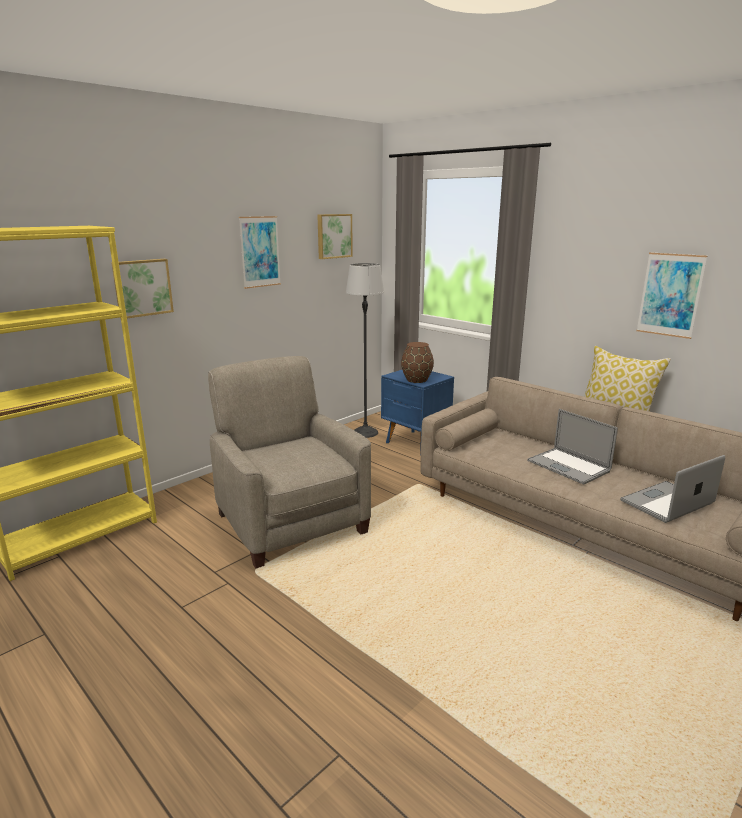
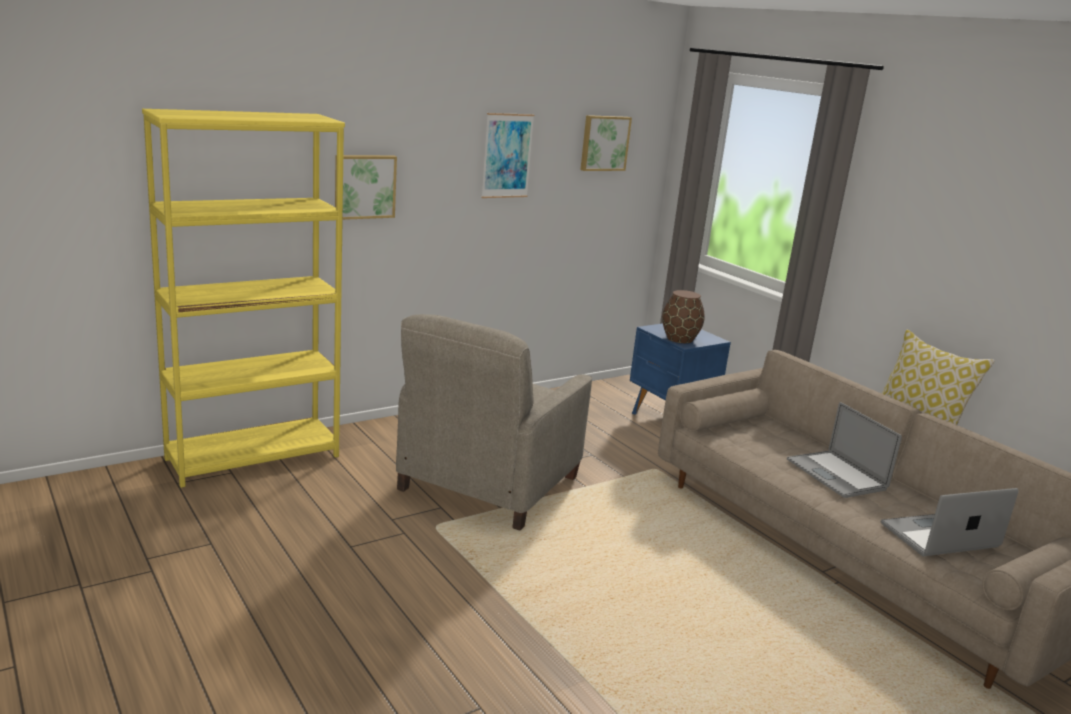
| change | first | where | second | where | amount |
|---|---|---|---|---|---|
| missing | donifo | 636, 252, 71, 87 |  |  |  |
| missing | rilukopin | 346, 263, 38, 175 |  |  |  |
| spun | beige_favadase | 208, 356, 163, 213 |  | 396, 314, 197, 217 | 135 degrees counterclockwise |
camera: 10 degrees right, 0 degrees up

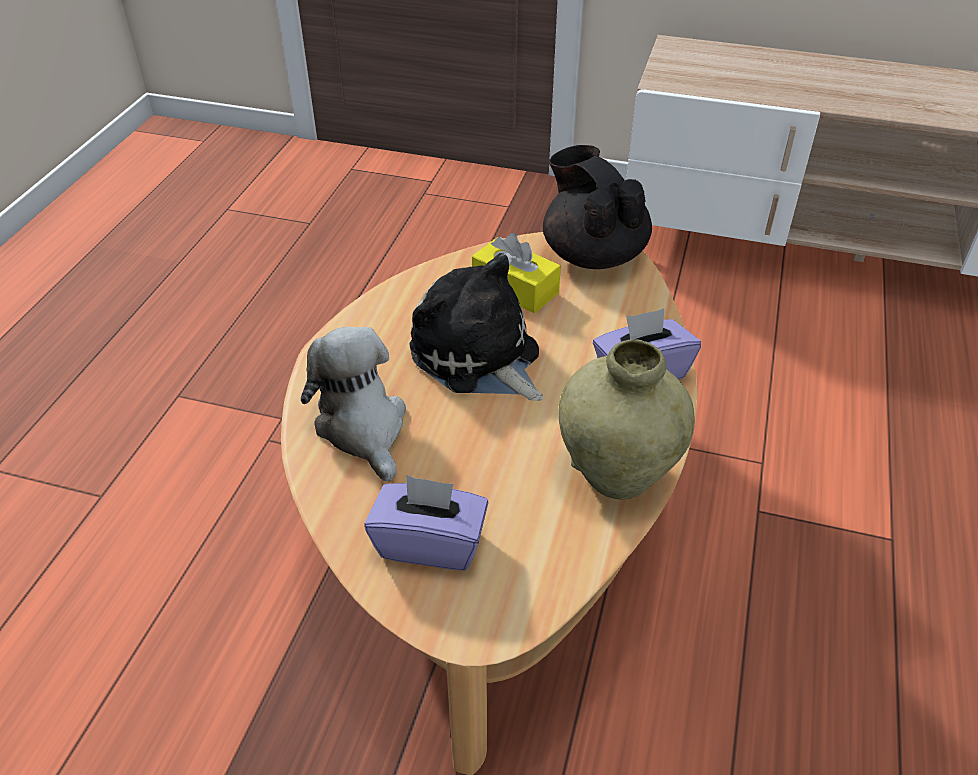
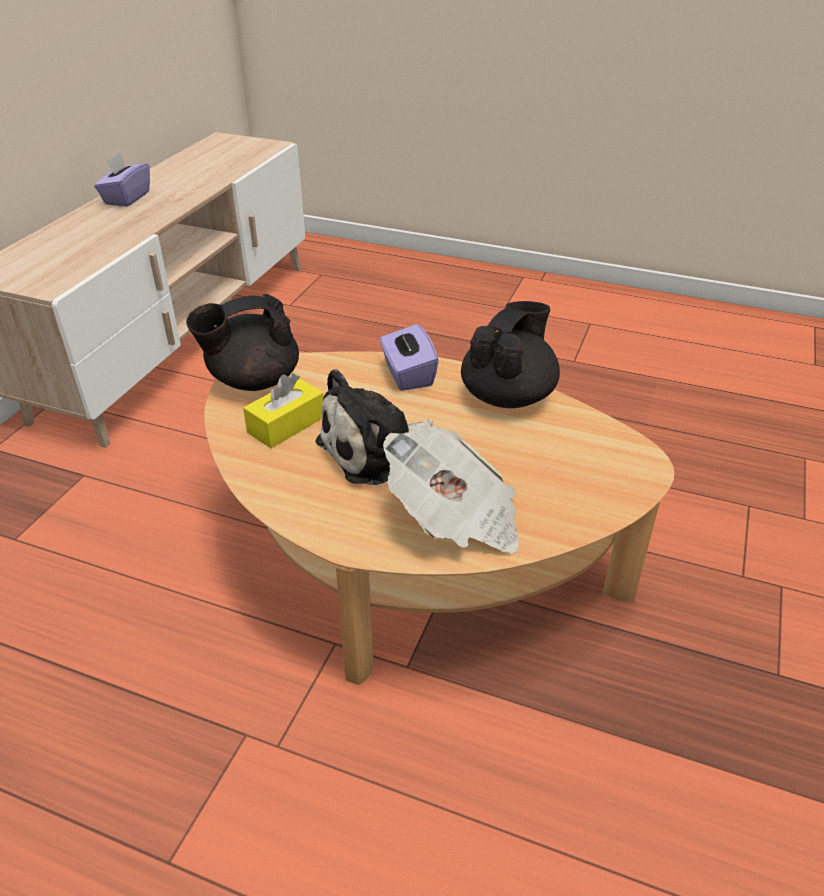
| change | first | where | second | where | amount |
|---|---|---|---|---|---|
| exchanged | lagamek | 301, 327, 105, 155 | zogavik | 383, 426, 136, 127 |  |
| exchanged | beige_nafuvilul | 558, 339, 137, 161 | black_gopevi | 461, 301, 99, 107 |  |
| relocated | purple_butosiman | 364, 475, 124, 95 |  | 94, 153, 56, 54 |  |
camera: 85 degrees left, 5 degrees down

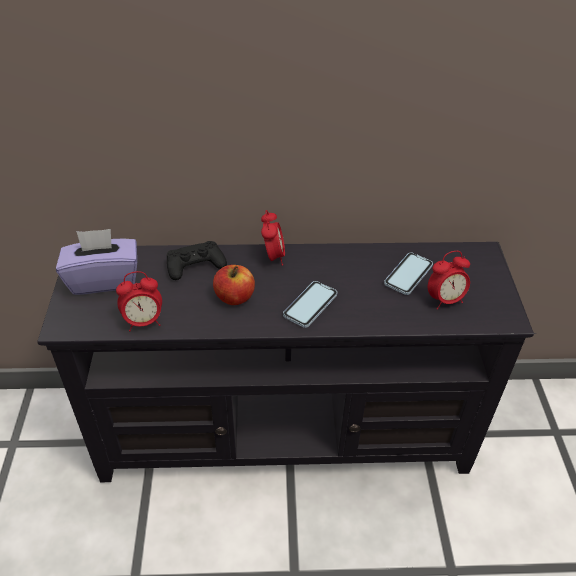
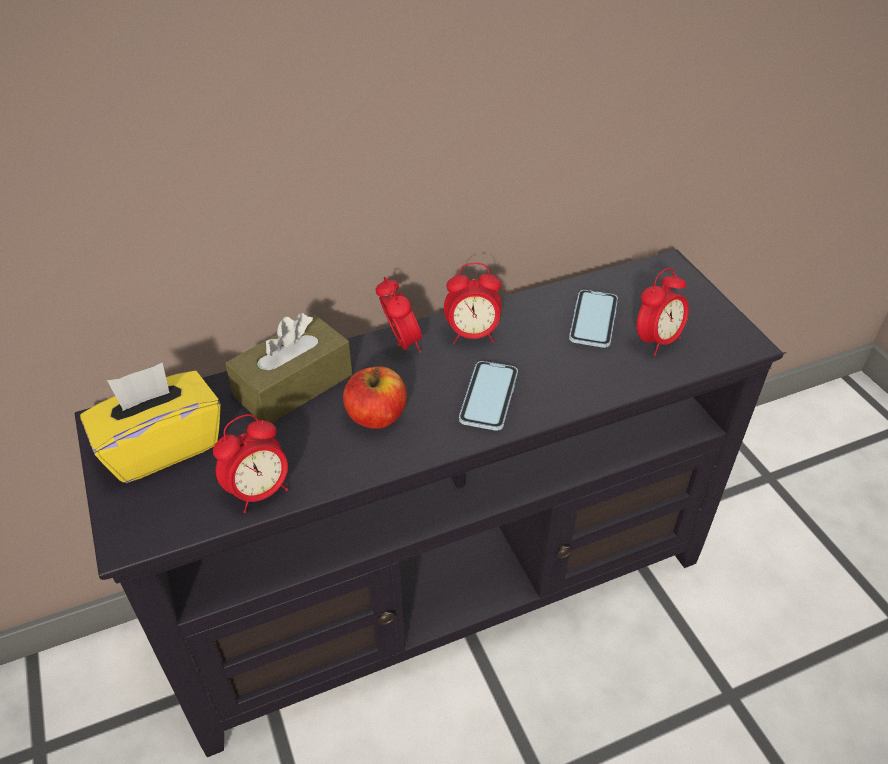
| change | first | where | second | where | amount |
|---|---|---|---|---|---|
| colour | purple_butosiman | 56, 229, 81, 66 | yellow_butosiman | 80, 363, 141, 120 |  |
| exchanged | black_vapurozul | 167, 241, 60, 39 | brown_butosiman | 225, 313, 127, 110 |  |
| appeared |  |  | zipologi | 444, 263, 58, 81 |  |
camera: 20 degrees left, 0 degrees up

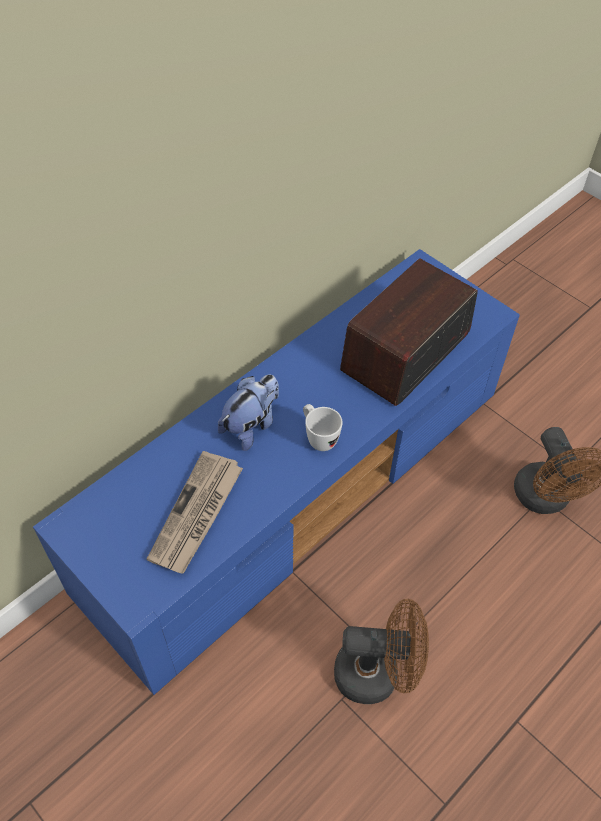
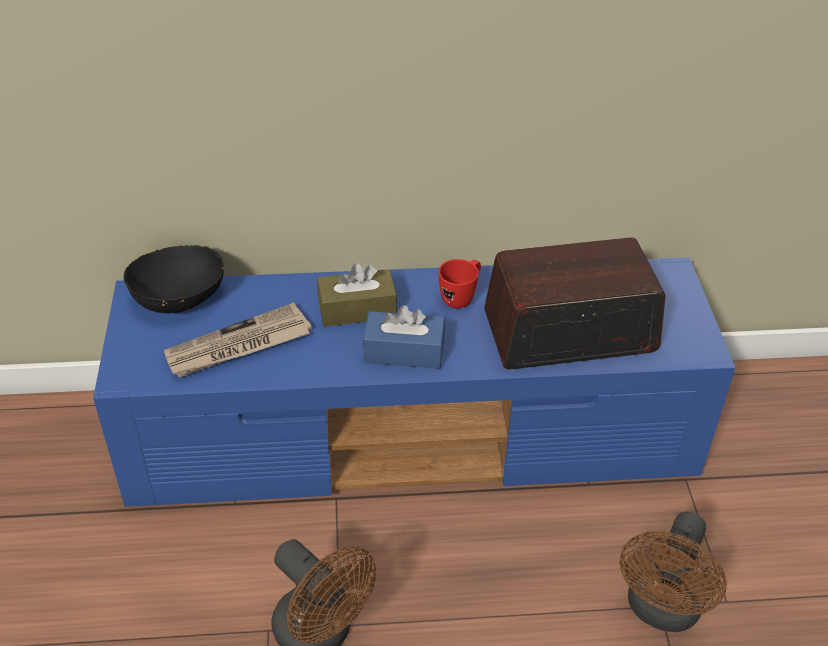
| change | first | where | second | where | amount |
|---|---|---|---|---|---|
| exchanged | lagamek | 218, 374, 61, 77 | brown_butosiman | 317, 263, 80, 64 |  |
| exchanged | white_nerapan | 303, 404, 39, 47 | blue_butosiman | 363, 305, 82, 64 |  |
| appeared |  |  | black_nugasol | 124, 245, 100, 68 |  |
| appeared |  |  | red_nerapan | 439, 259, 42, 49 |  |
camera: 40 degrees right, 10 degrees down

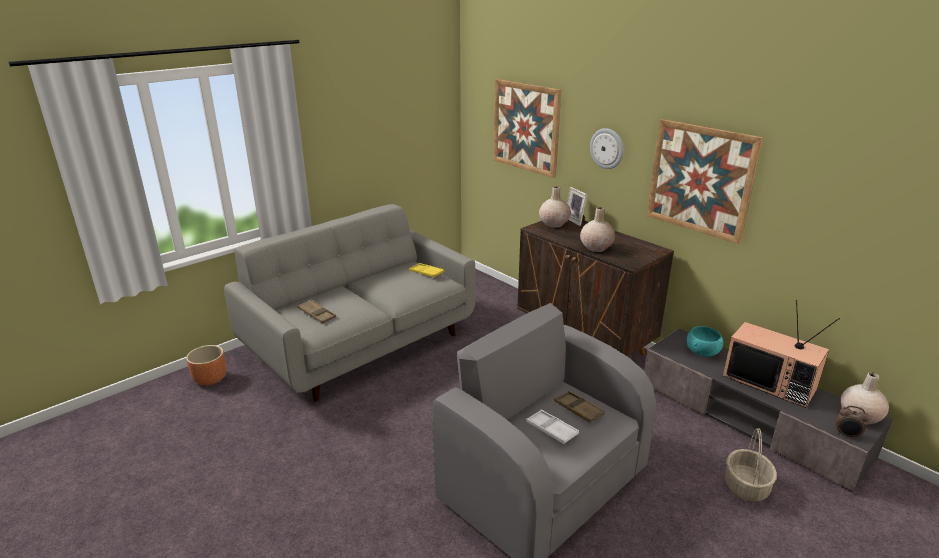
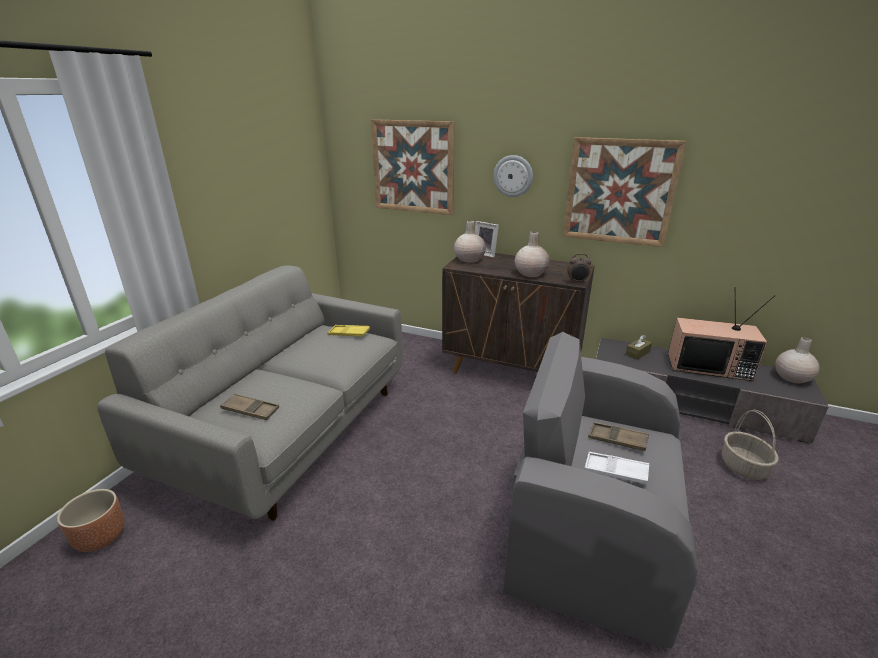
| change | first | where | second | where | amount |
|---|---|---|---|---|---|
| exchanged | turquoise_nugasol | 686, 326, 37, 31 | brown_butosiman | 625, 335, 27, 25 |  |
| relocated | zipologi | 836, 406, 33, 33 |  | 567, 254, 24, 29 |  |
camera: 25 degrees left, 0 degrees up

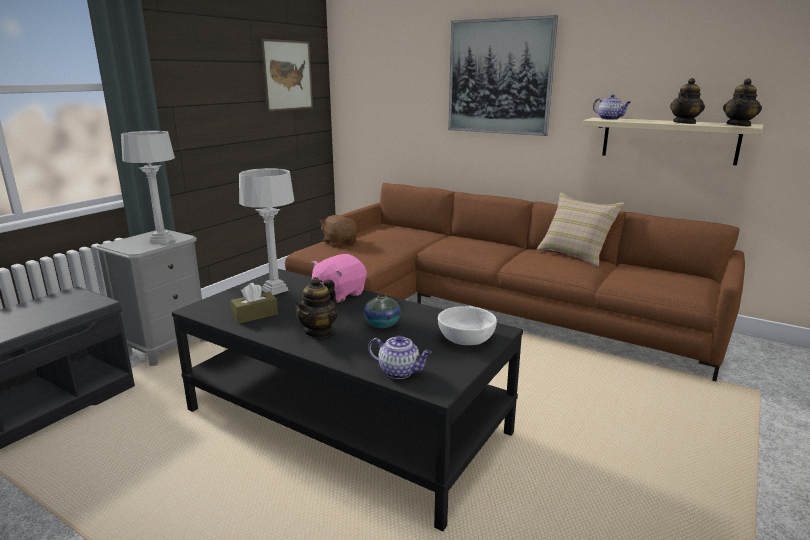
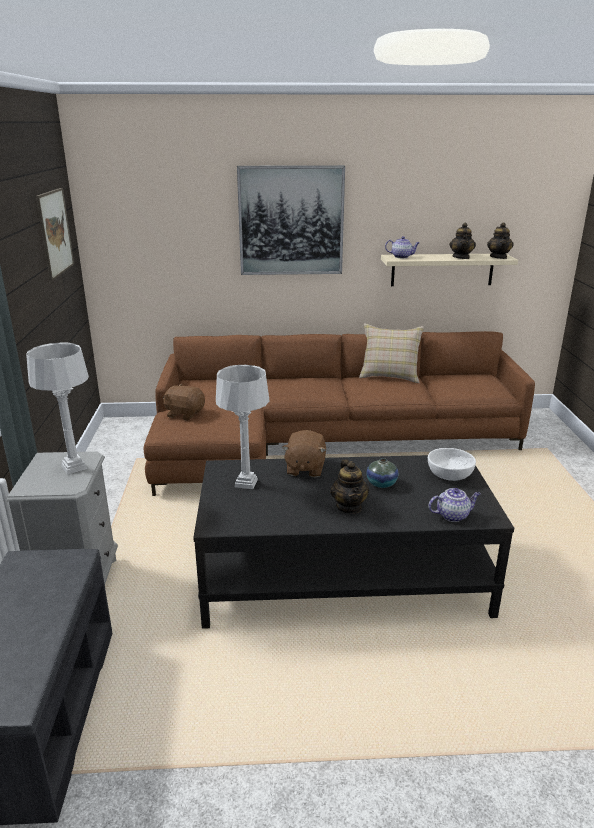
| change | first | where | second | where | amount |
|---|---|---|---|---|---|
| colour | pink_lagamek | 311, 254, 56, 49 | brown_lagamek | 282, 430, 44, 47 |  |
| missing | brown_butosiman | 230, 283, 48, 41 |  |  |  |
camera: 35 degrees left, 5 degrees up

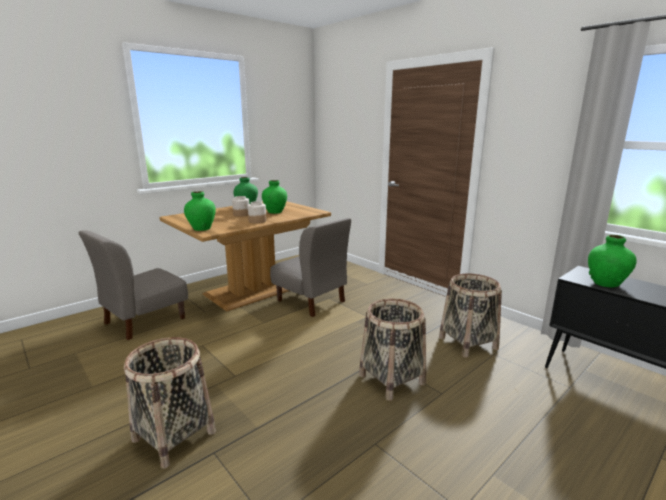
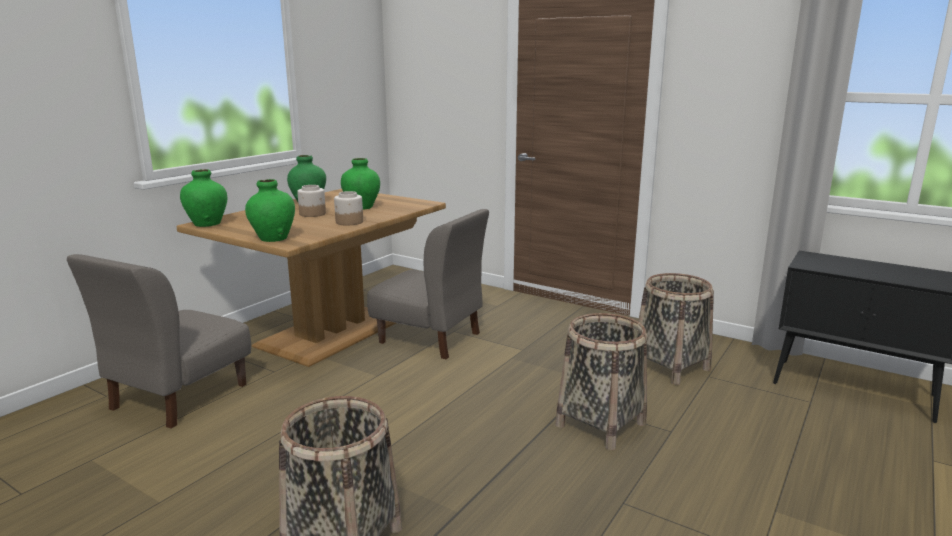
| change | first | where | second | where | amount |
|---|---|---|---|---|---|
| relocated | green_nafuvilul | 588, 235, 49, 52 |  | 180, 169, 47, 58 |  |
camera: 15 degrees left, 0 degrees up

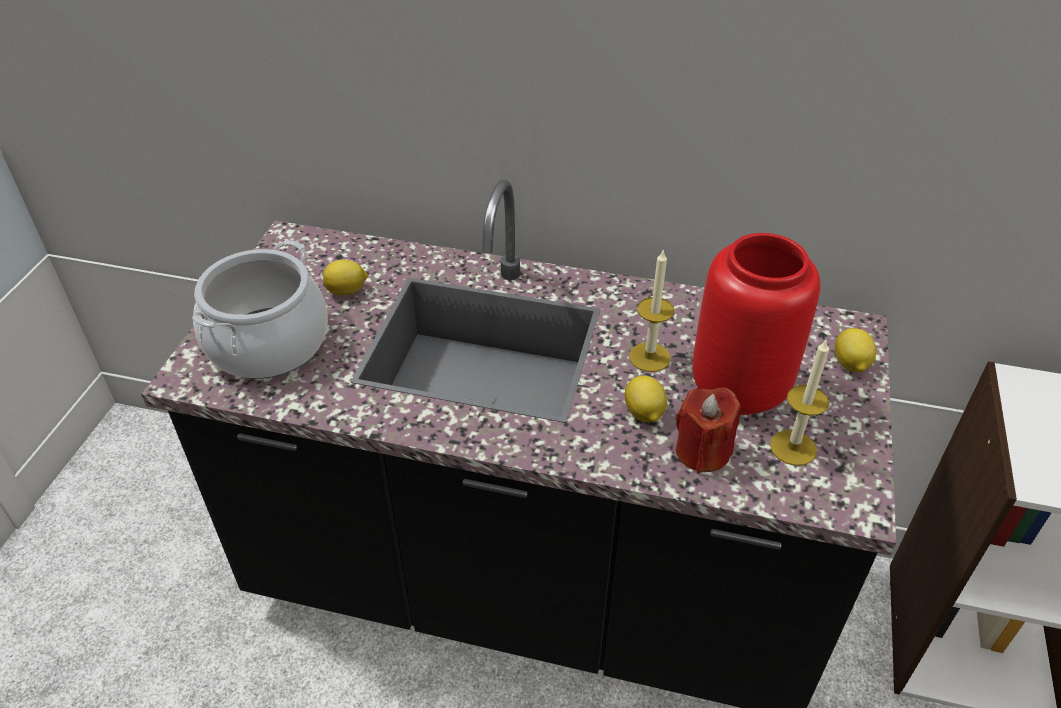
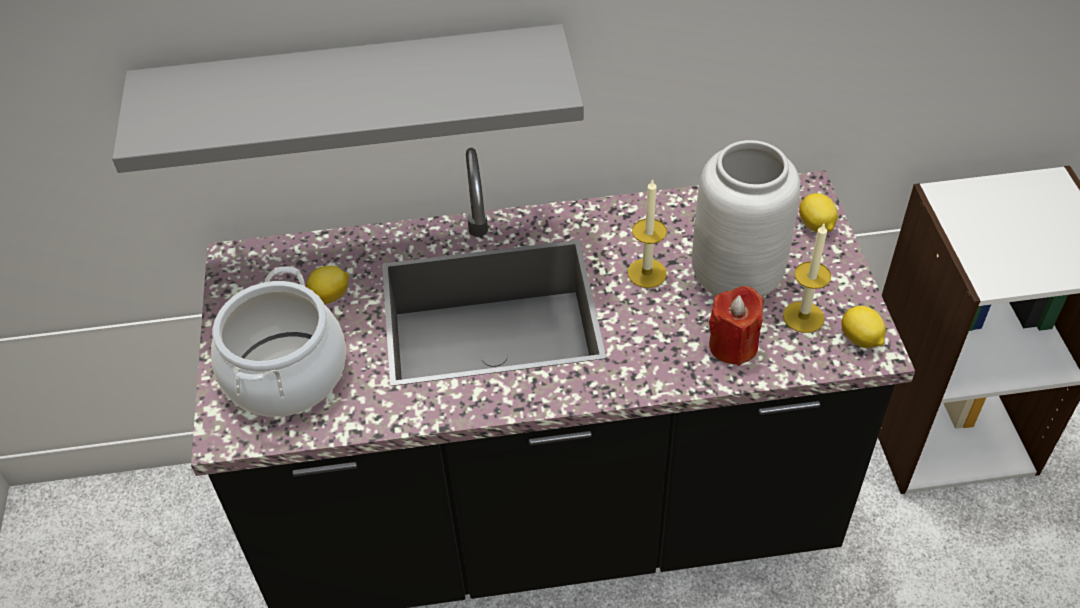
| change | first | where | second | where | amount |
|---|---|---|---|---|---|
| colour | red_nafuvilul | 692, 233, 129, 182 | grey_nafuvilul | 692, 140, 108, 157 |  |
| relocated | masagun | 625, 376, 42, 46 |  | 841, 306, 45, 42 |  |
| appeared |  |  | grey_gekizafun | 112, 24, 472, 149 |  |
camera: 20 degrees left, 5 degrees up

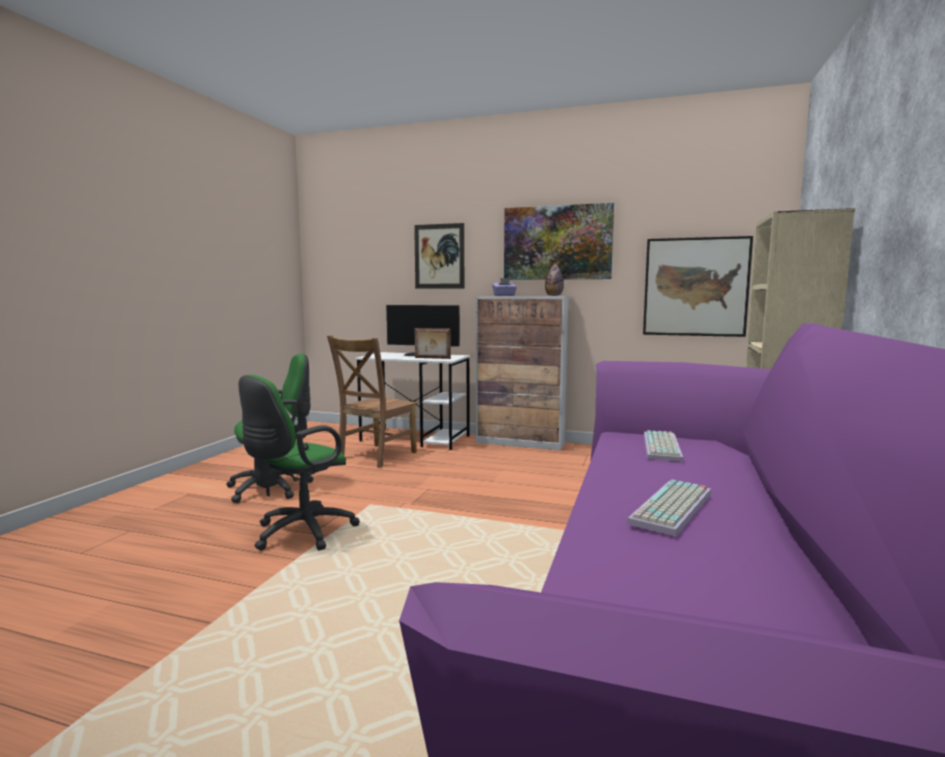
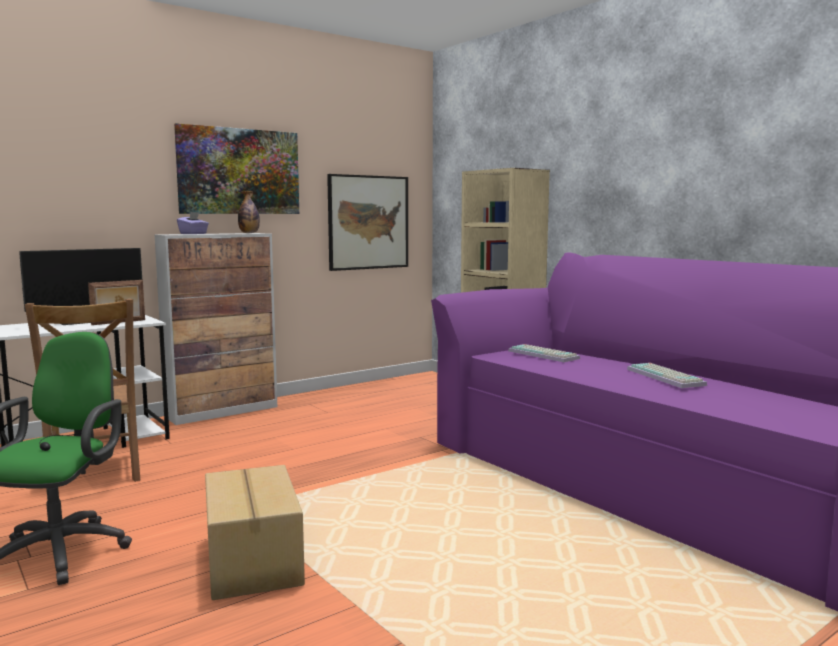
| change | first | where | second | where | amount |
|---|---|---|---|---|---|
| missing | donifo | 414, 223, 50, 66 |  |  |  |
| exchanged | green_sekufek | 239, 375, 121, 176 | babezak | 205, 465, 100, 135 |  |
camera: 55 degrees left, 0 degrees up

